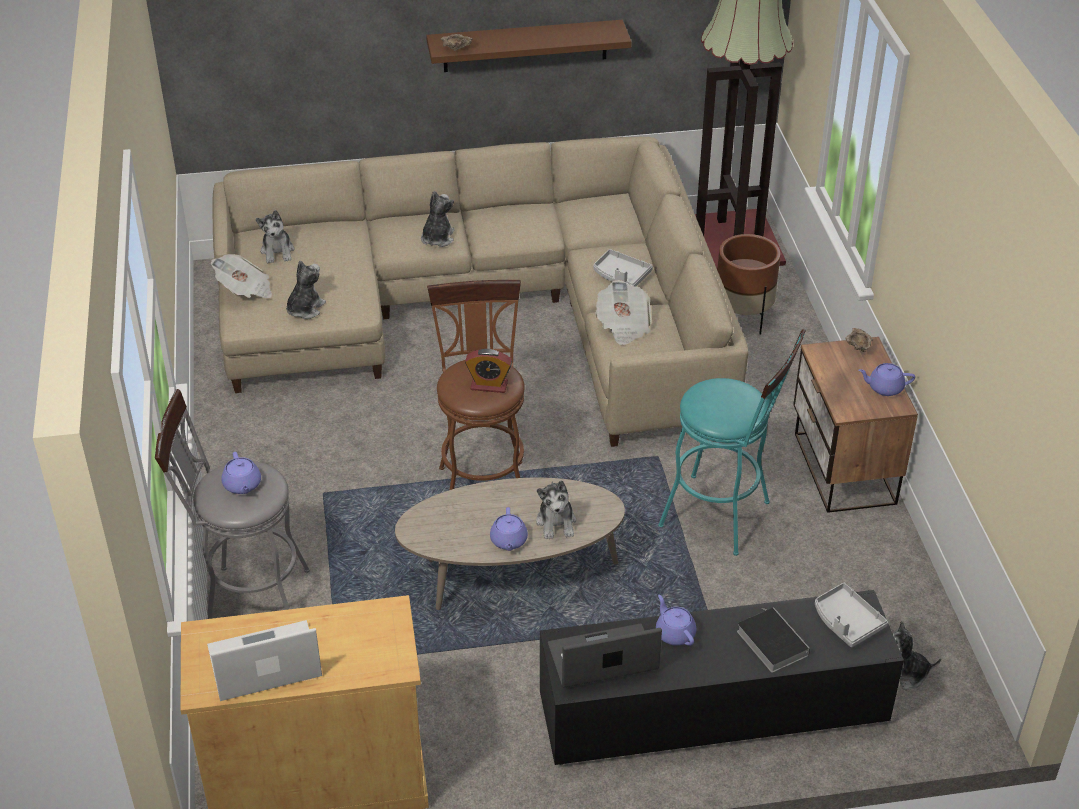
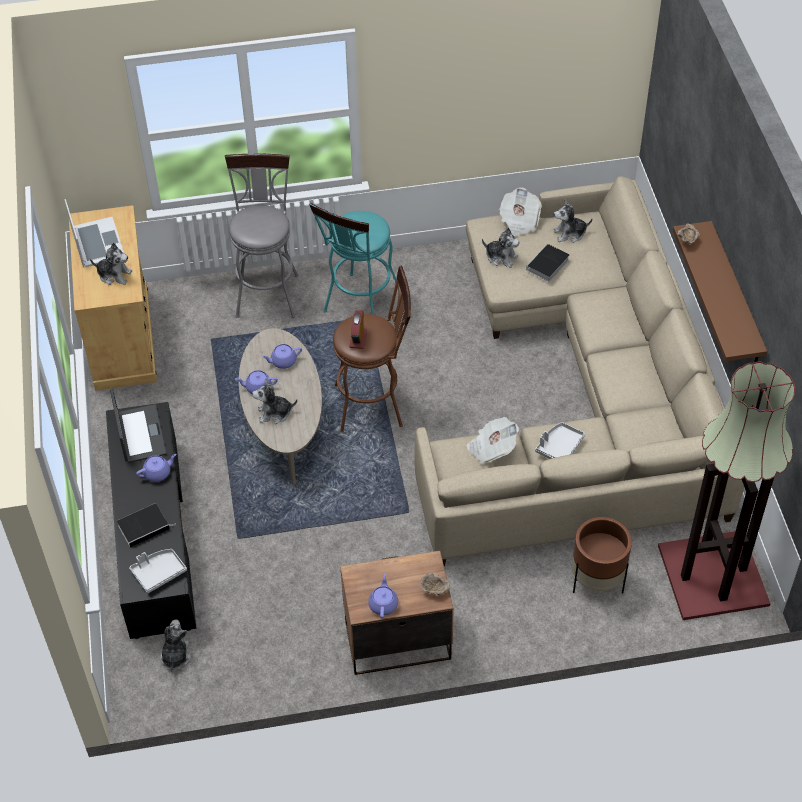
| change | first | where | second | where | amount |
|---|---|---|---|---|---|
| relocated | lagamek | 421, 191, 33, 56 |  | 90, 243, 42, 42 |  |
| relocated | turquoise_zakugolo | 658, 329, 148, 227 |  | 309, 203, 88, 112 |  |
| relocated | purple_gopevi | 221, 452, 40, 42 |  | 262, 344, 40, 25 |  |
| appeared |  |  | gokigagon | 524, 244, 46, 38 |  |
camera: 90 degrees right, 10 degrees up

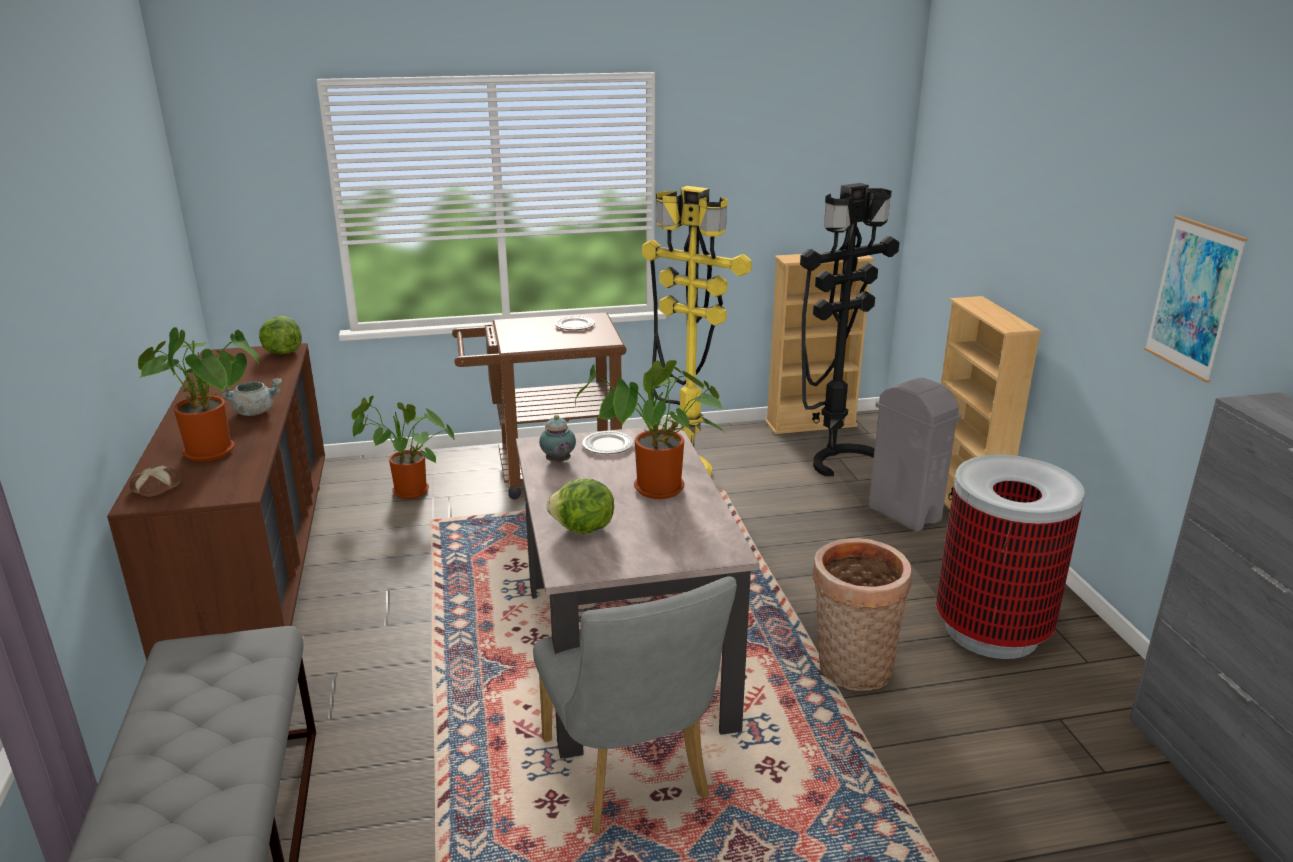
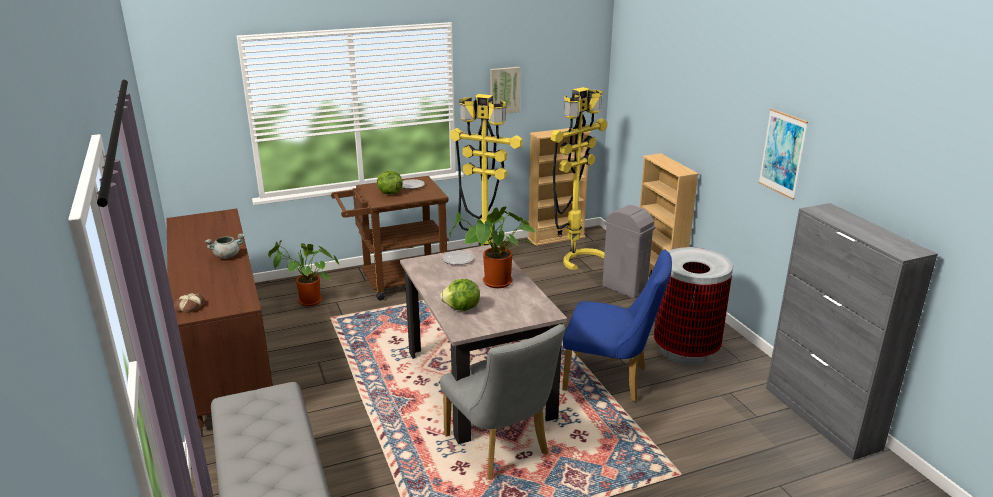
| change | first | where | second | where | amount |
|---|---|---|---|---|---|
| colour | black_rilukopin | 800, 183, 100, 293 | yellow_rilukopin | 551, 87, 56, 183 |  |
| relocated | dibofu | 259, 316, 43, 38 |  | 377, 171, 26, 23 |  |
| missing | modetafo | 138, 327, 121, 135 |  |  |  |
| missing | gopevi | 539, 415, 37, 48 |  |  |  |
| exchanged | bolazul | 812, 538, 100, 153 | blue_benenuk | 562, 249, 110, 152 |  |
| appeared |  |  | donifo | 490, 67, 30, 47 |  |
camera: 10 degrees left, 0 degrees up

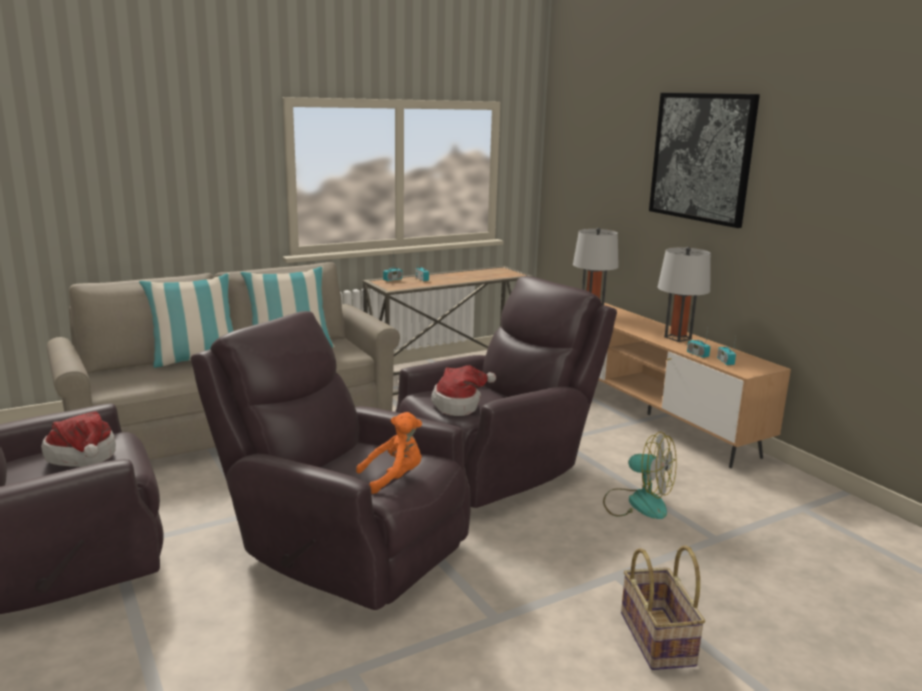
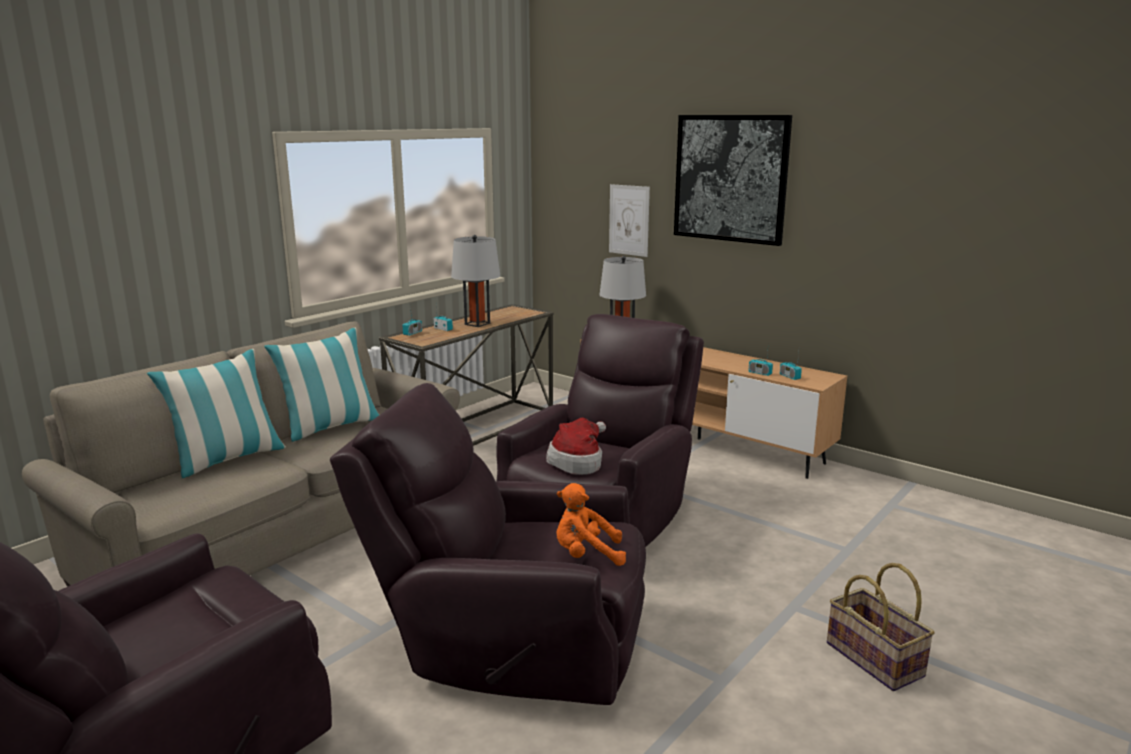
| change | first | where | second | where | amount |
|---|---|---|---|---|---|
| relocated | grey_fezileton | 658, 247, 53, 95 |  | 451, 235, 49, 92 |  |
| missing | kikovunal | 41, 411, 75, 56 |  |  |  |
| spun | orange_lagamek | 356, 412, 66, 82 |  | 556, 483, 70, 83 | 135 degrees counterclockwise |
| missing | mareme | 603, 432, 74, 87 |  |  |  |
| appeared |  |  | donifo | 609, 184, 41, 73 |  |
camera: 20 degrees left, 0 degrees up

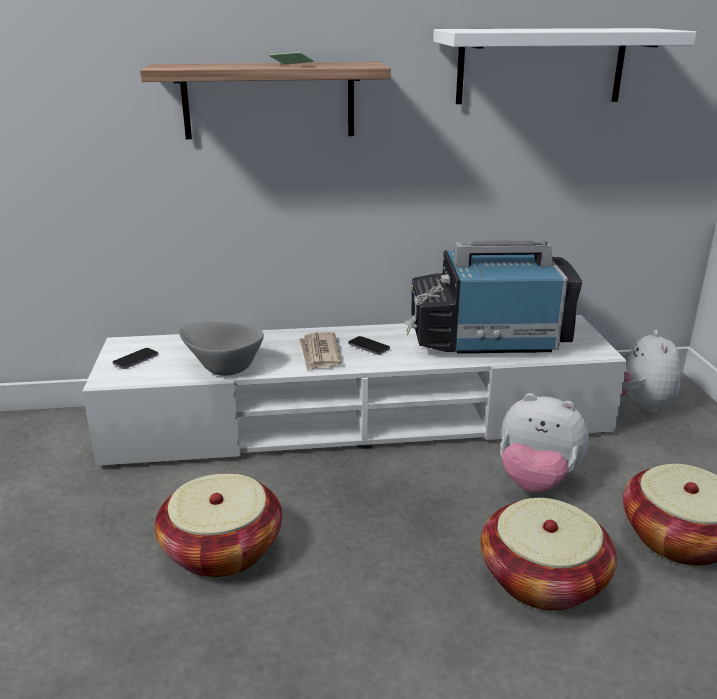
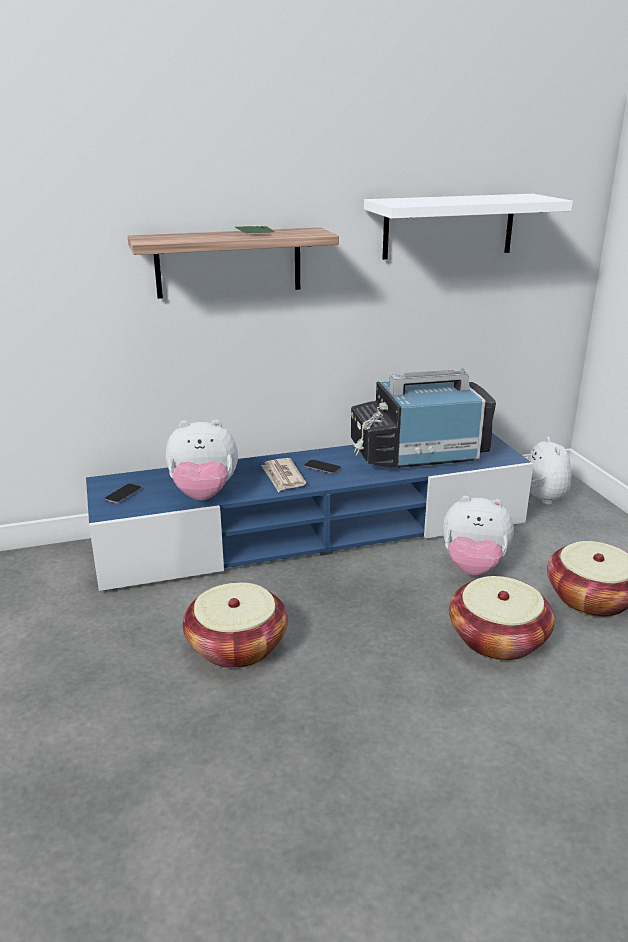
| change | first | where | second | where | amount |
|---|---|---|---|---|---|
| colour | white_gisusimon | 82, 315, 546, 151 | blue_gisusimon | 86, 433, 448, 158 |  |
| exchanged | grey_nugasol | 179, 322, 85, 54 | lagamek | 166, 420, 72, 80 |  |
camera: 10 degrees left, 0 degrees up

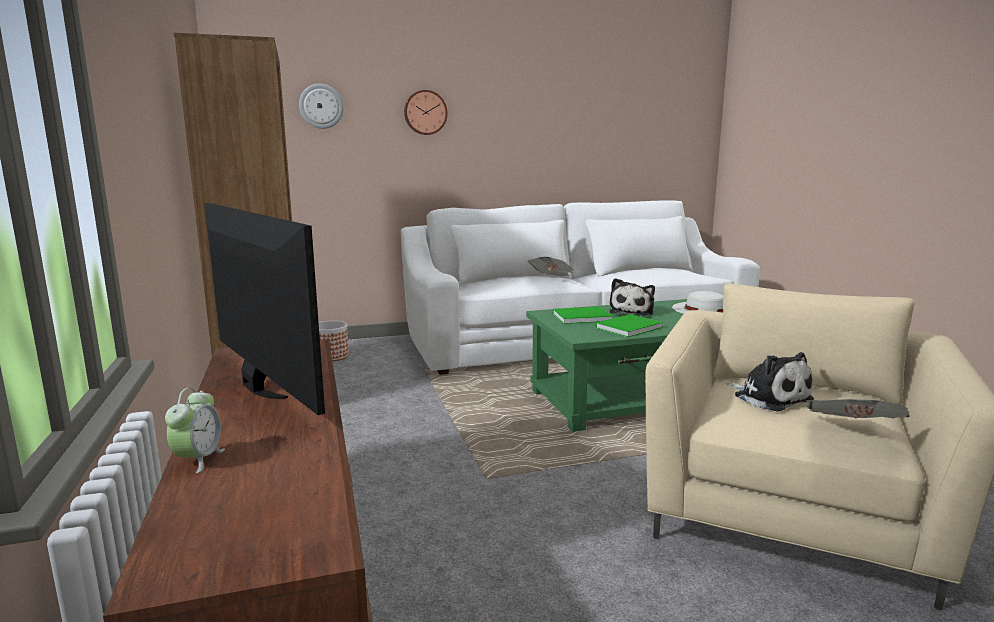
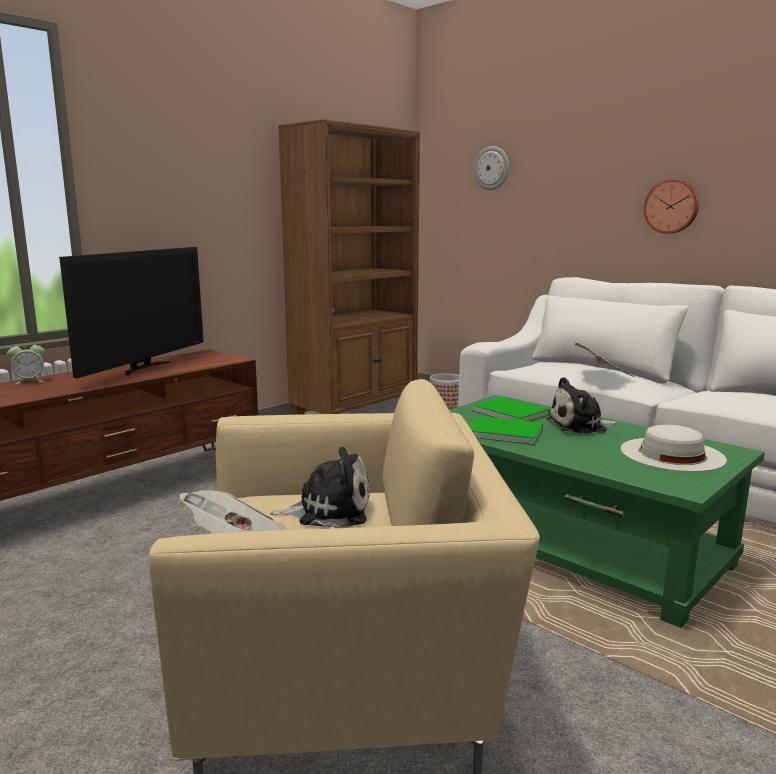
| change | first | where | second | where | amount |
|---|---|---|---|---|---|
| relocated | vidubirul | 404, 90, 44, 45 |  | 644, 179, 55, 55 |  |
| spun | lagamek | 726, 352, 88, 60 |  | 270, 447, 100, 81 | 120 degrees counterclockwise |
camera: 60 degrees right, 0 degrees up

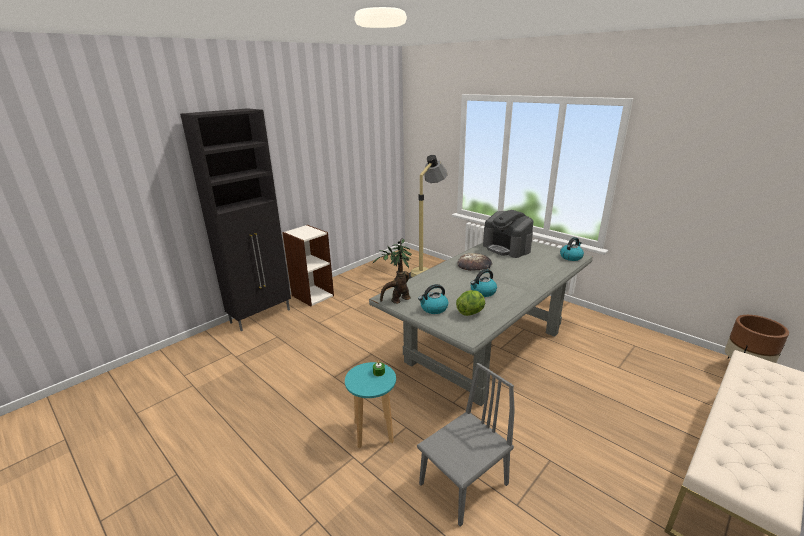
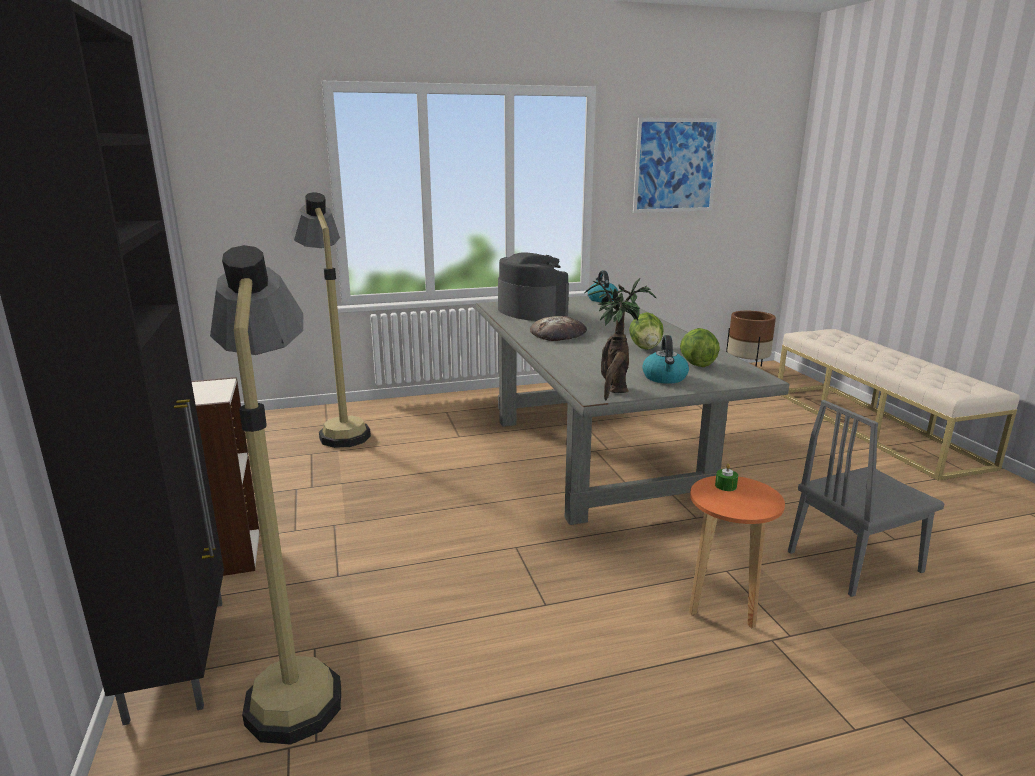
| change | first | where | second | where | amount |
|---|---|---|---|---|---|
| spun | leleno | 483, 210, 50, 48 |  | 498, 252, 71, 69 | 120 degrees counterclockwise |
| exchanged | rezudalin | 471, 269, 26, 28 | dibofu | 629, 312, 35, 38 |  |
| colour | turquoise_zakugolo | 345, 362, 51, 87 | orange_zakugolo | 689, 476, 96, 153 |  |
| spun | grey_benenuk | 417, 363, 98, 164 |  | 788, 400, 156, 197 | 105 degrees counterclockwise |
| appeared |  |  | donifo | 633, 118, 88, 95 |  |
| appeared |  |  | rilukopin | 210, 245, 131, 500 |  |
camera: 60 degrees left, 5 degrees down

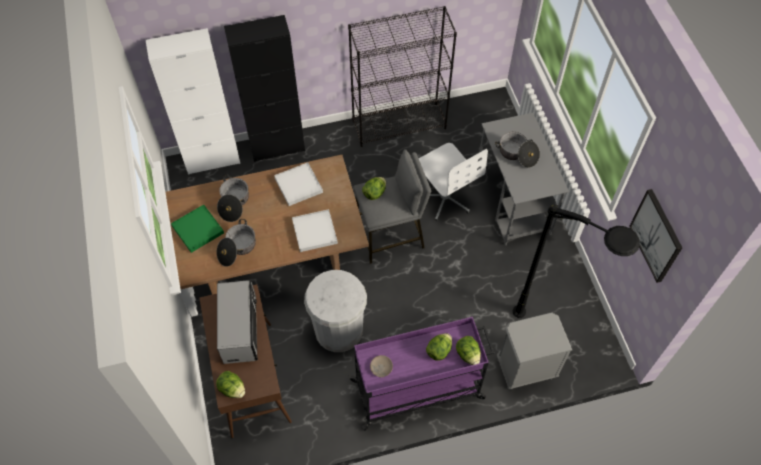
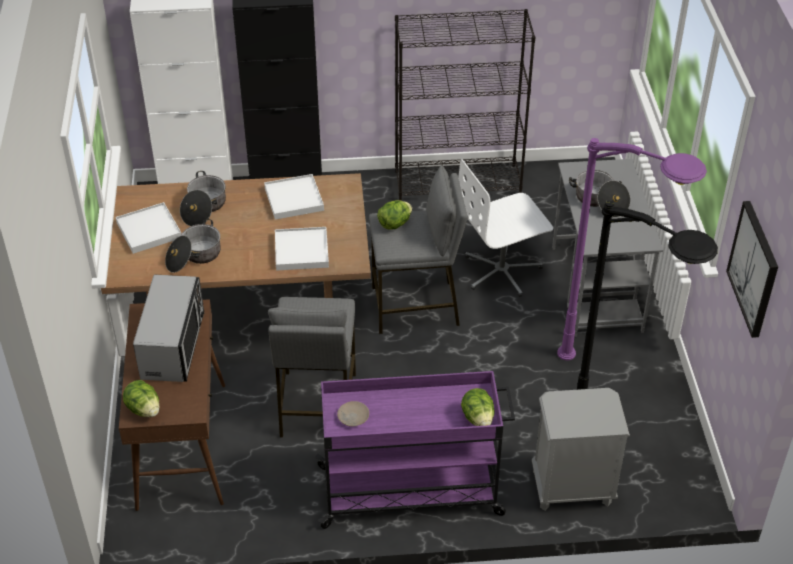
| change | first | where | second | where | amount |
|---|---|---|---|---|---|
| spun | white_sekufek | 419, 143, 69, 78 |  | 458, 159, 95, 138 | 90 degrees clockwise |
| colour | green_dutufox | 171, 205, 53, 48 | white_dutufox | 116, 202, 65, 52 |  |
| exchanged | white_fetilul | 304, 270, 63, 82 | grey_zakugolo | 268, 297, 88, 141 |  |
| missing | dibofu | 426, 333, 26, 28 |  |  |  |
| appeared |  |  | purple_rilukopin | 557, 138, 150, 222 |  |
camera: 10 degrees right, 15 degrees down

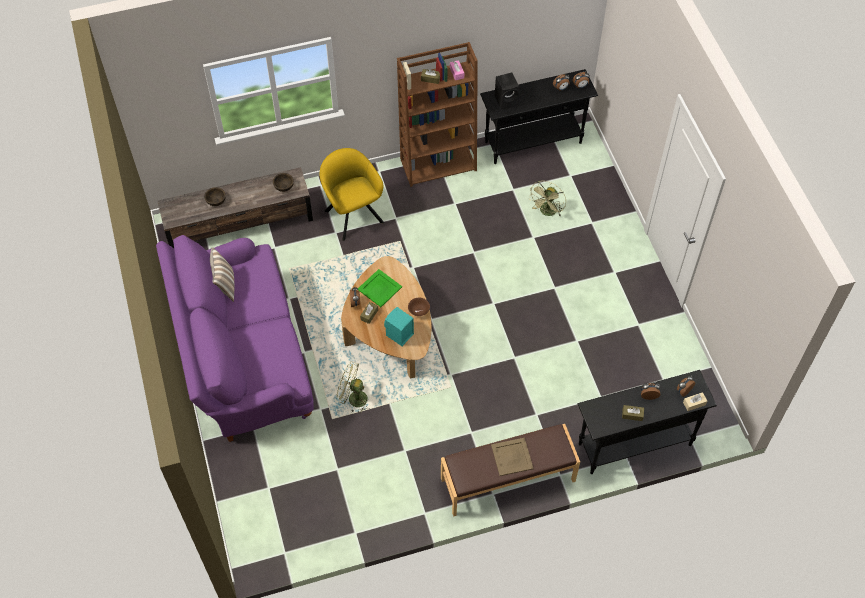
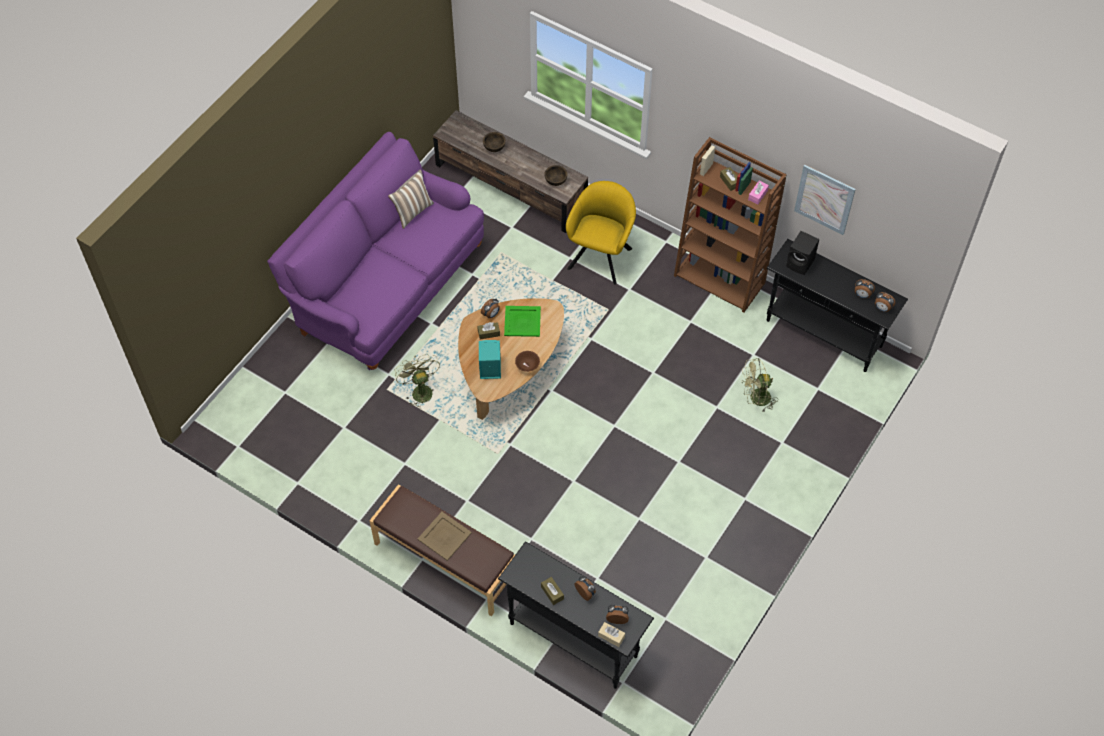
| change | first | where | second | where | amount |
|---|---|---|---|---|---|
| appeared |  |  | donifo | 794, 165, 62, 70 |  |
camera: 50 degrees right, 0 degrees up

